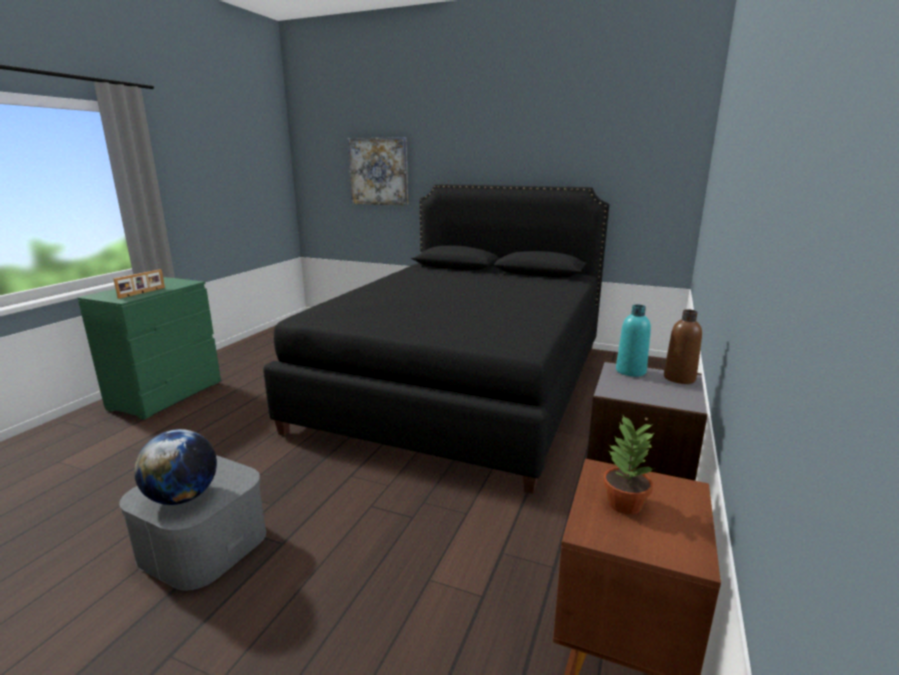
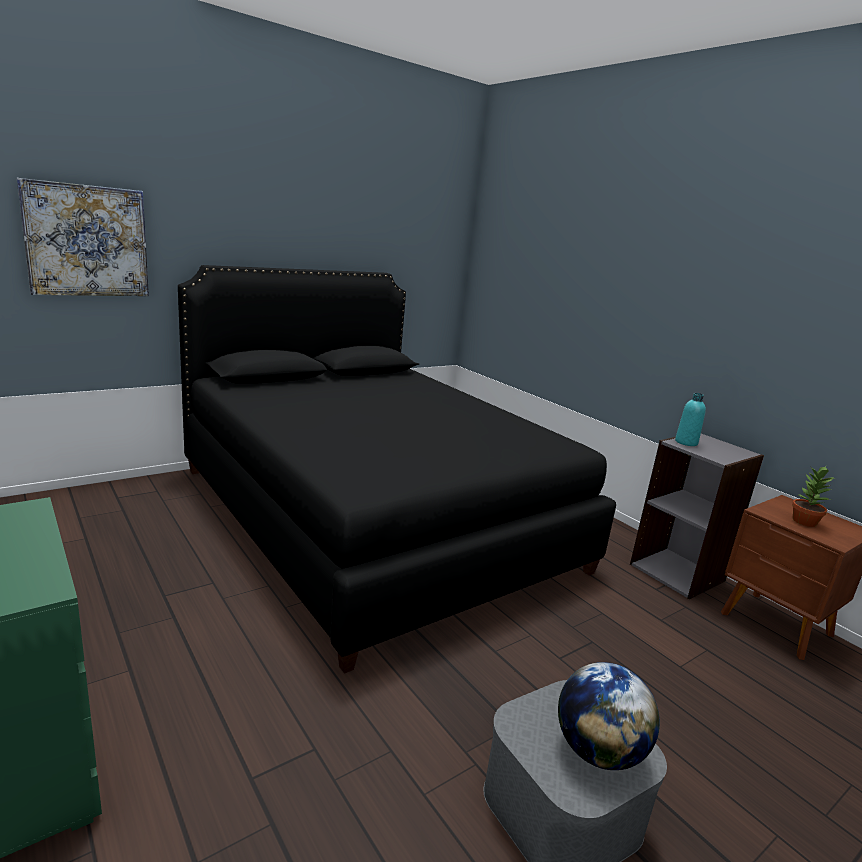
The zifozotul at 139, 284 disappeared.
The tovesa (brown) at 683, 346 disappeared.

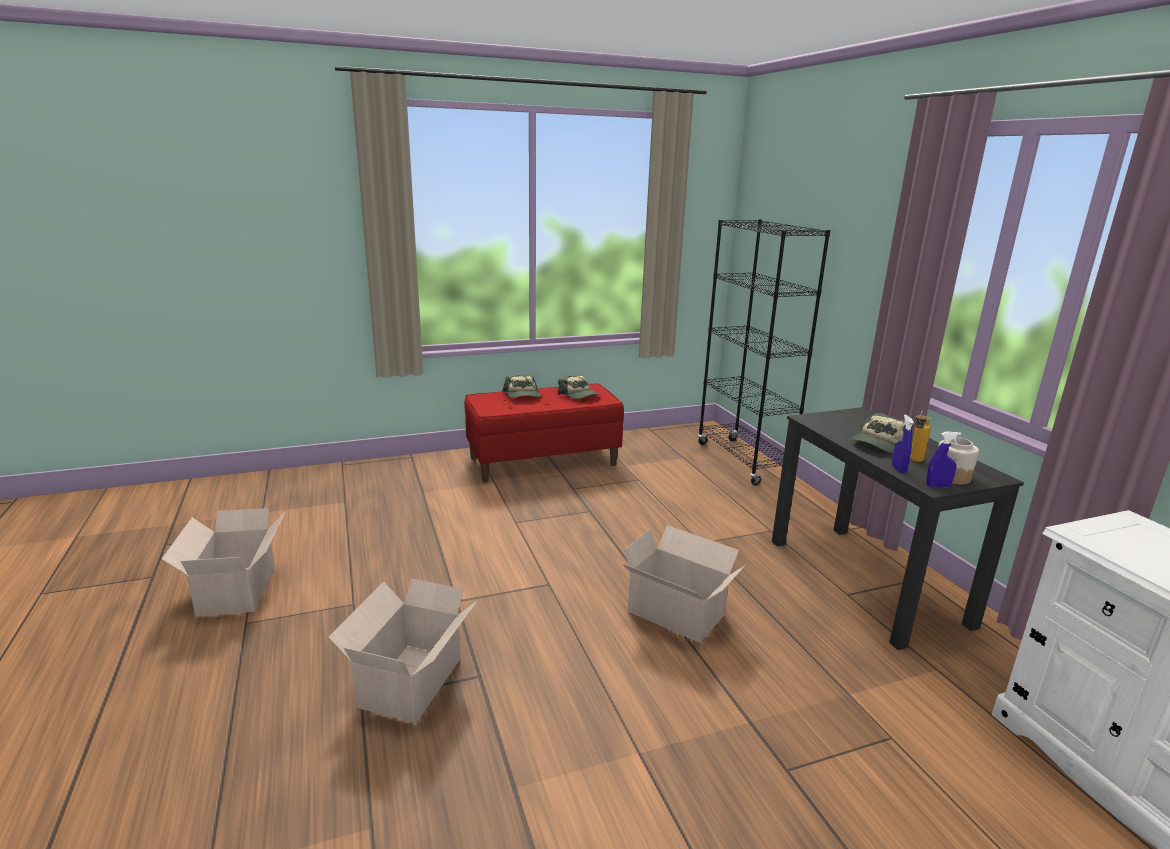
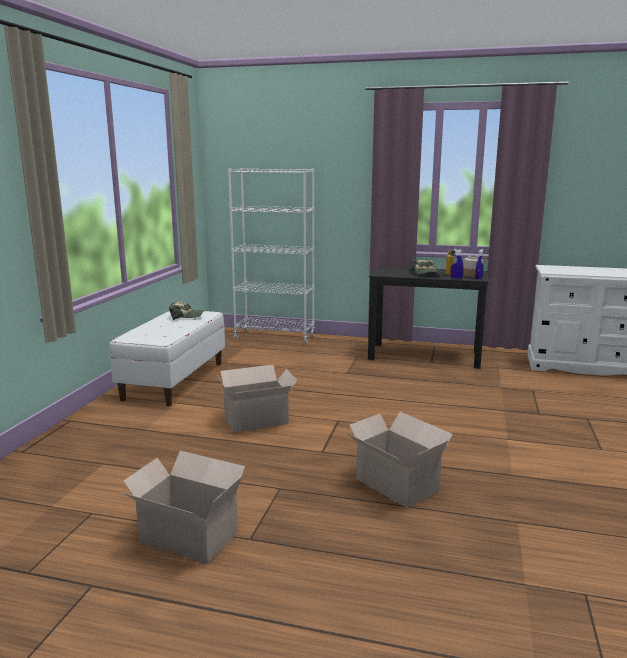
The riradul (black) at 764, 352 became the riradul (white) at 271, 256.
The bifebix at 521, 386 disappeared.
The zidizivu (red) at 544, 433 became the zidizivu (white) at 167, 358.
The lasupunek moved from 683, 584 to 257, 399.

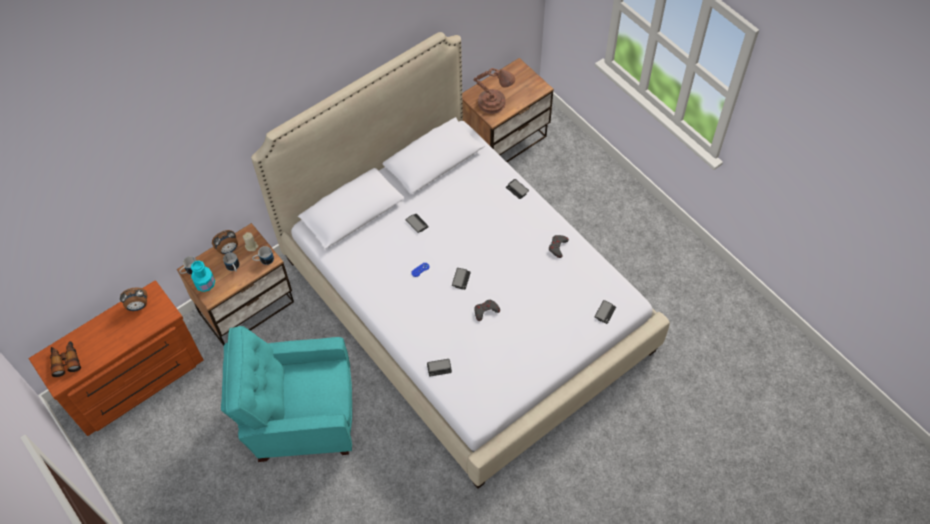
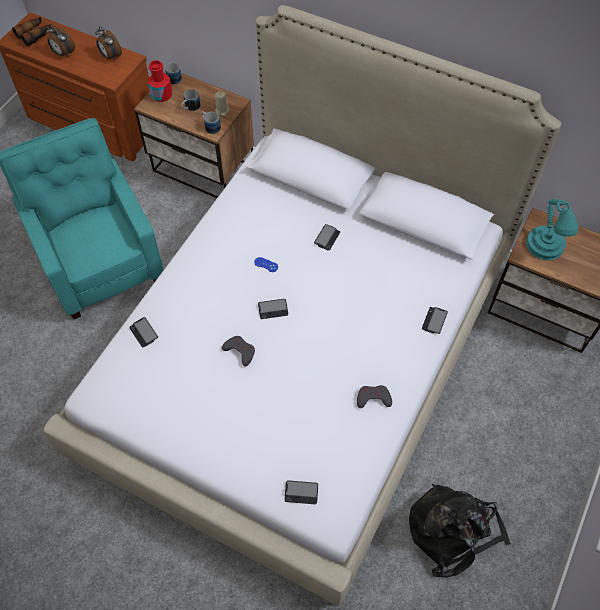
The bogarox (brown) at 494, 91 became the bogarox (turquoise) at 552, 229.
The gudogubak moved from 225, 242 to 60, 40.
The tovesa (turquoise) at 203, 276 became the tovesa (red) at 160, 81.
The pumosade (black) at 460, 531 appeared.

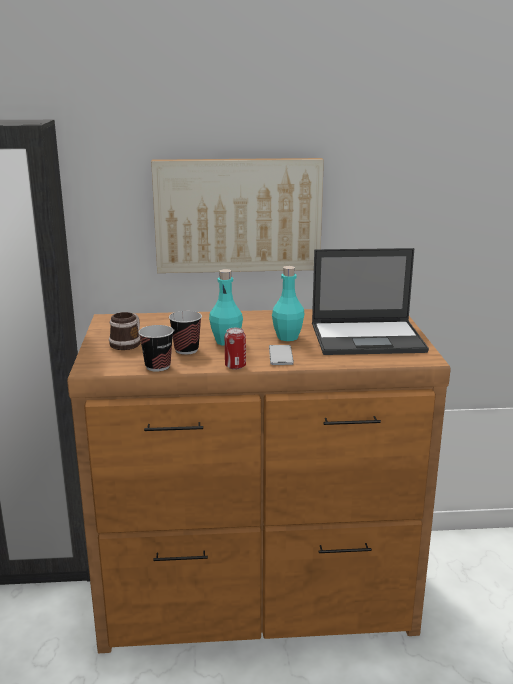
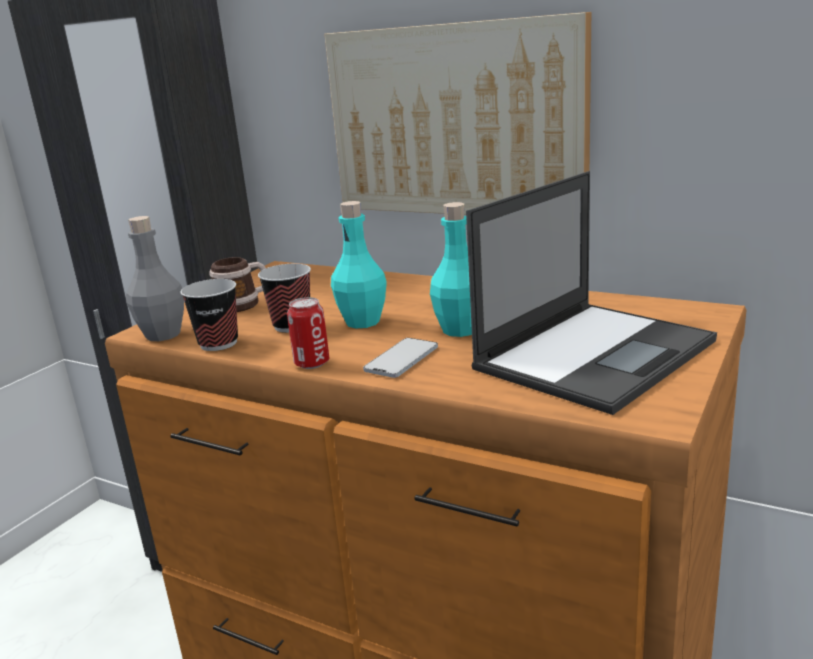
The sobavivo at 370, 301 turned 75 degrees counterclockwise.
The tovesa (grey) at 155, 278 appeared.

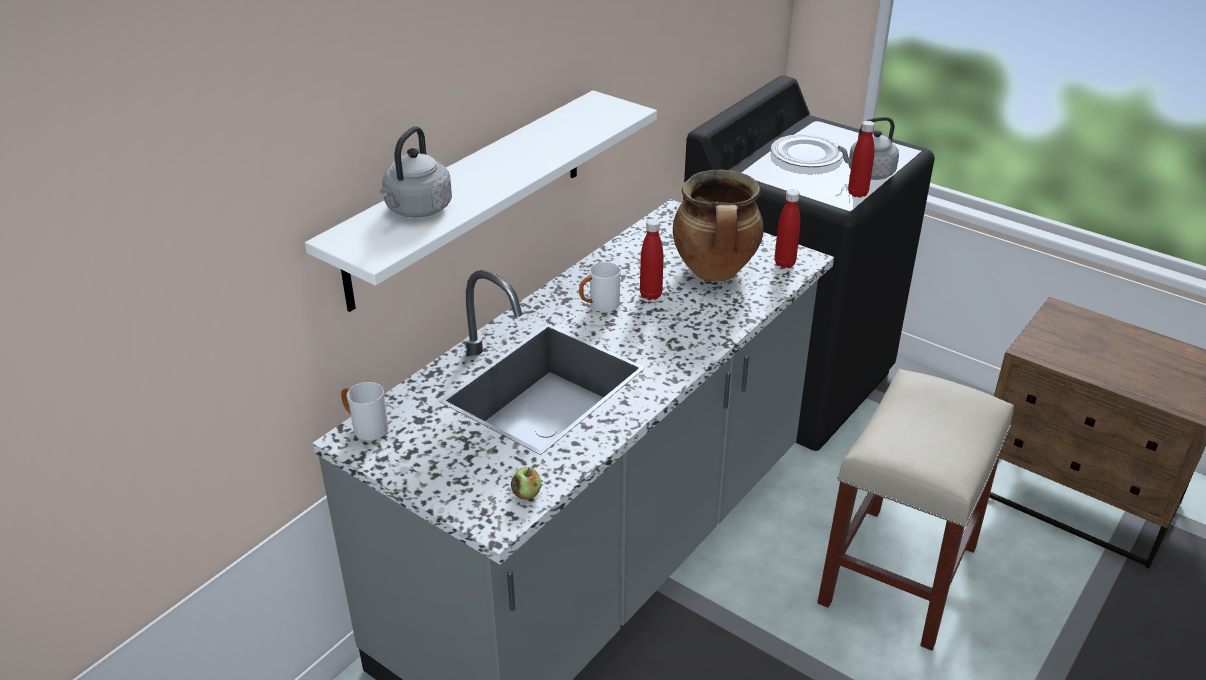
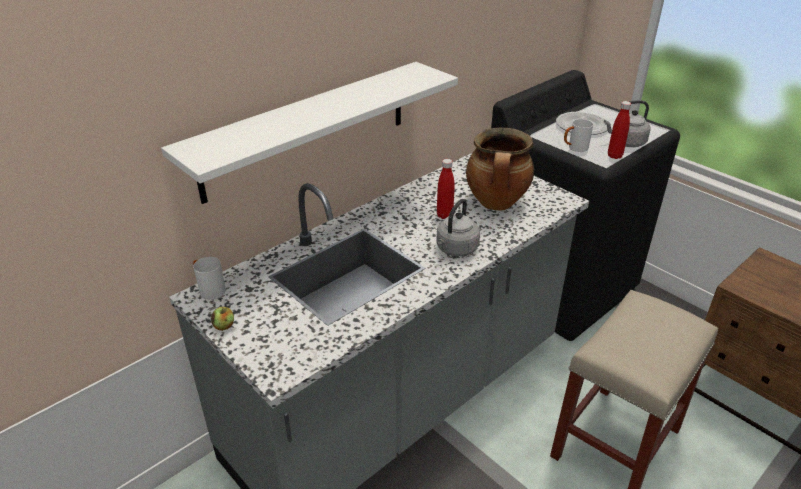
The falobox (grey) moved from 416, 172 to 458, 227.
The tovesa (red) at 787, 229 disappeared.
The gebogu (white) moved from 600, 287 to 578, 135.
The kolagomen moved from 526, 483 to 222, 319.

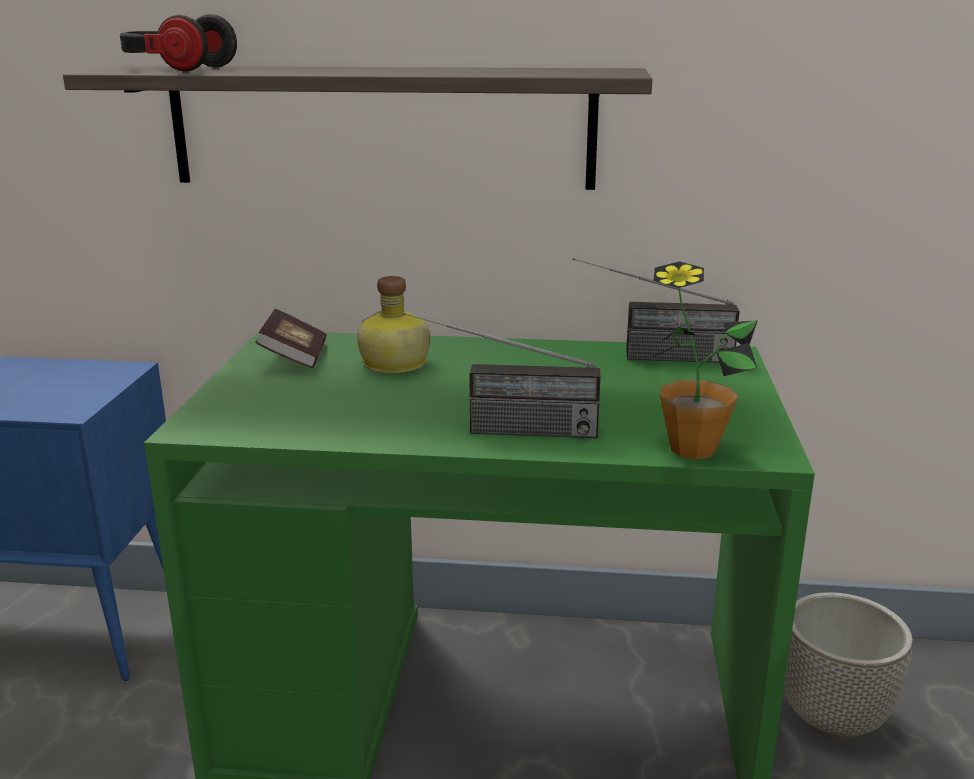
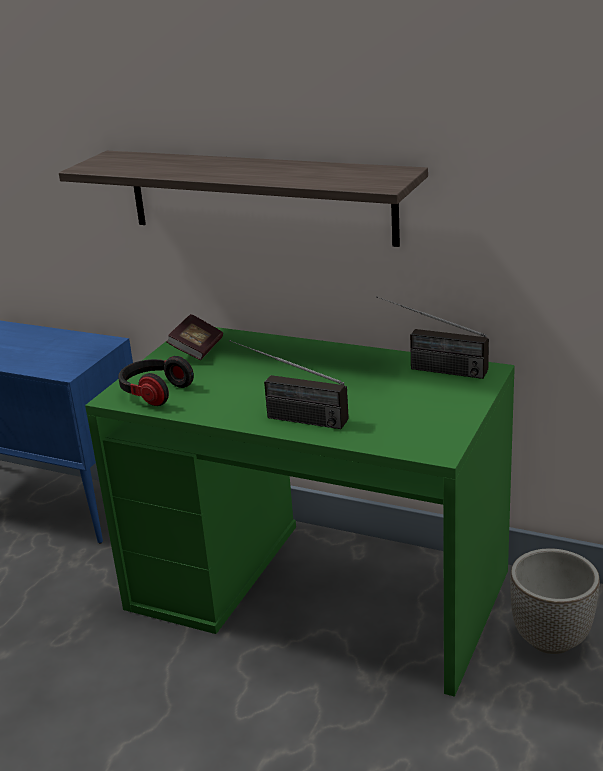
The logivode moved from 178, 43 to 156, 381.
The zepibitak at 704, 360 disappeared.
The tovesa at 393, 325 disappeared.

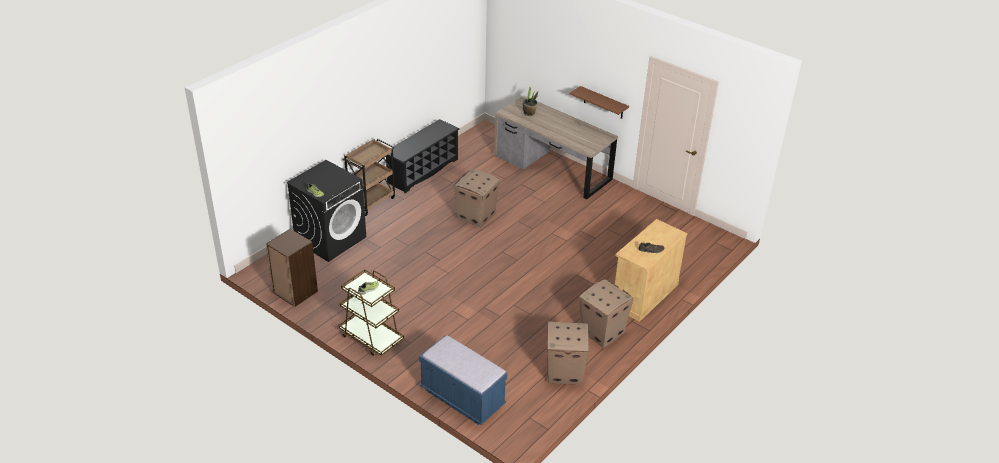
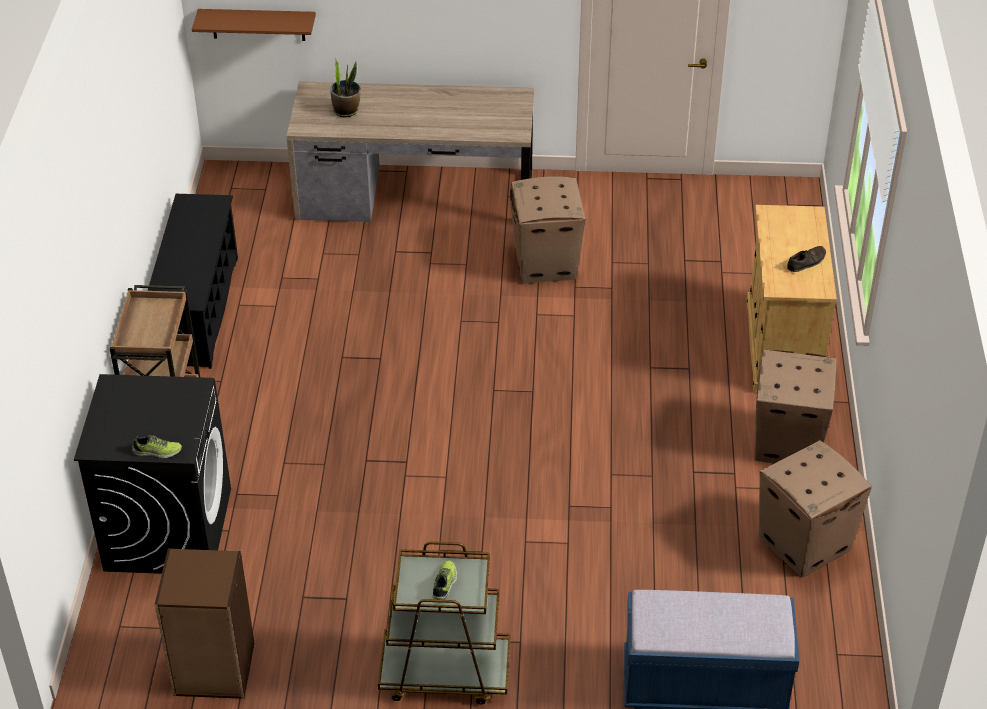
The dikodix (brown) moved from 599, 102 to 254, 25.
The lasupunek moved from 477, 198 to 548, 230.

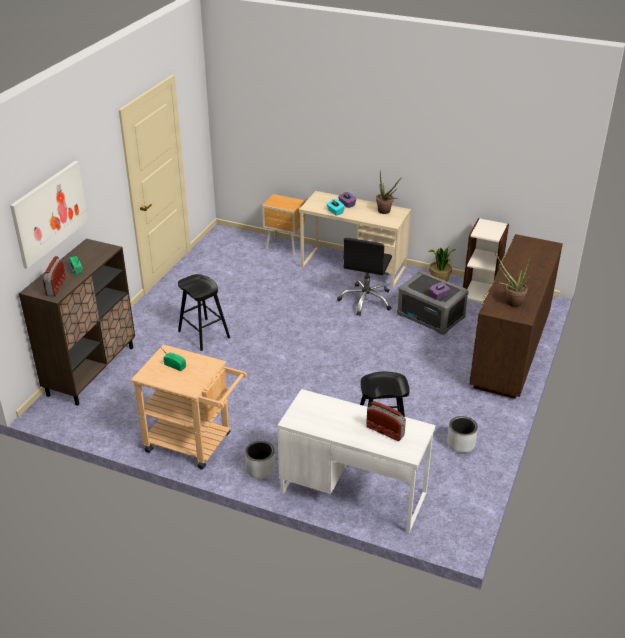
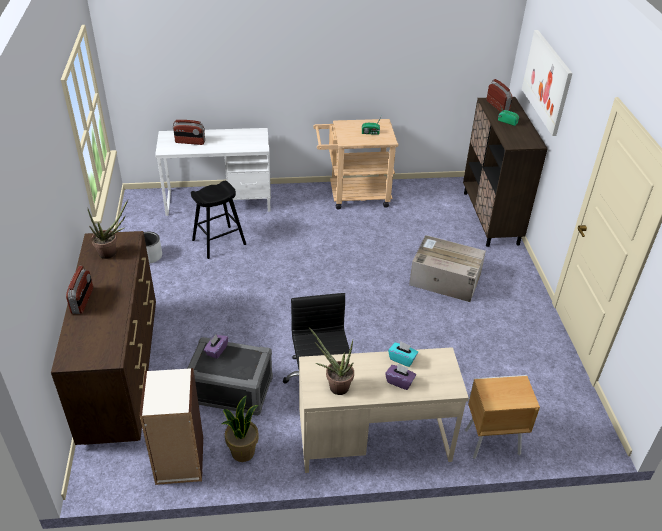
The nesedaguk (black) at 204, 312 was replaced by the lasupunek at 447, 268.
The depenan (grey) at 260, 460 disappeared.
The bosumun at 79, 290 appeared.

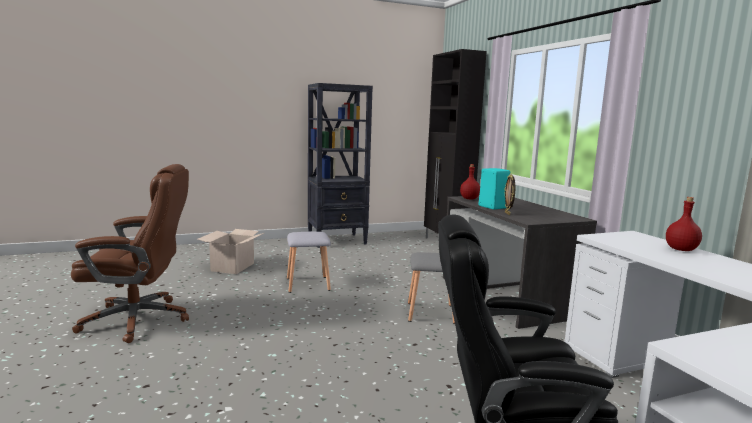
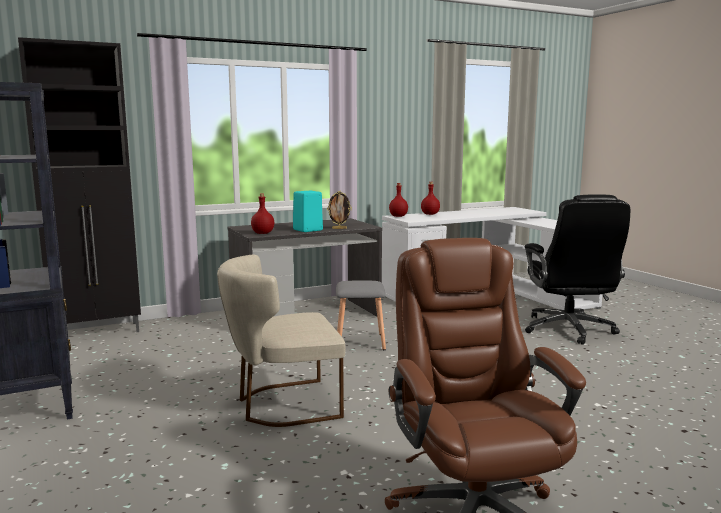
The lasupunek at 230, 251 disappeared.
The nesedaguk (grey) at 309, 262 was replaced by the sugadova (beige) at 281, 341.
The tovesa (red) at 398, 200 appeared.

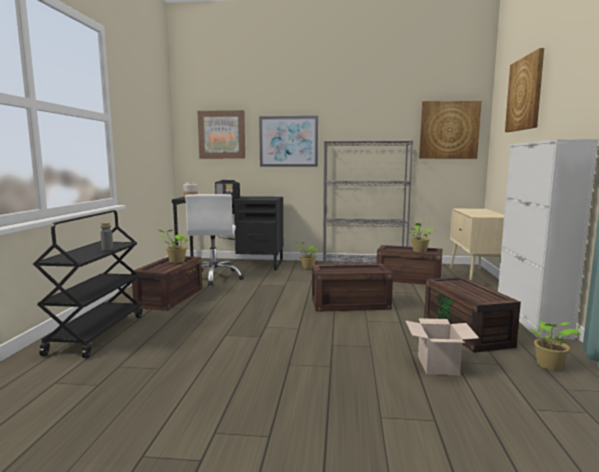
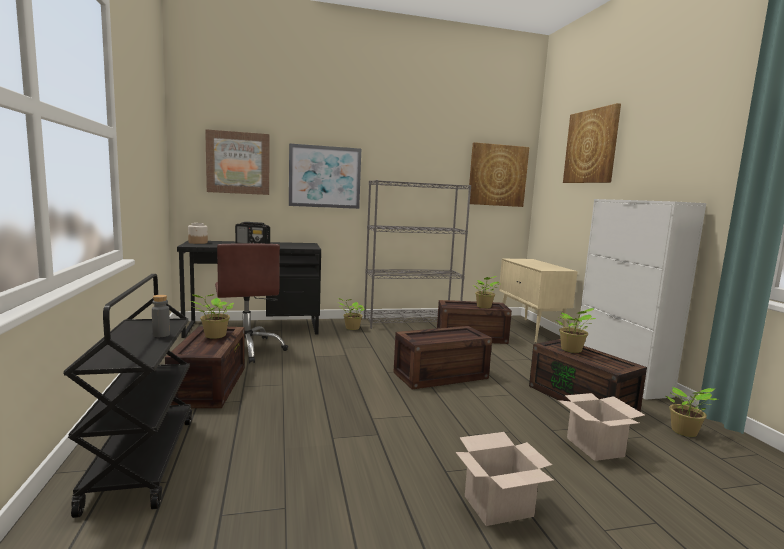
The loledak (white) at 214, 240 became the loledak (brown) at 251, 303.
The zepibitak at 576, 330 appeared.
The lasupunek at 505, 479 appeared.

